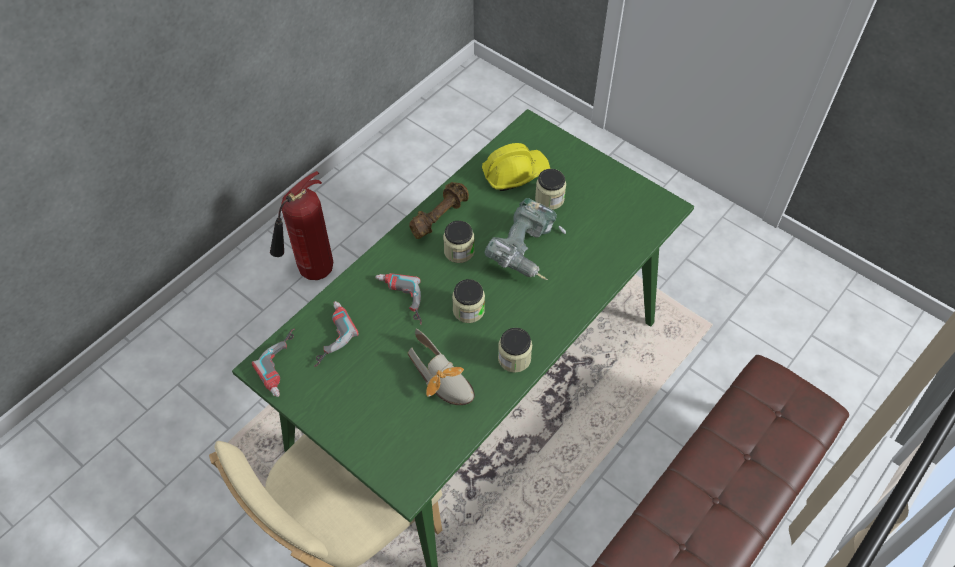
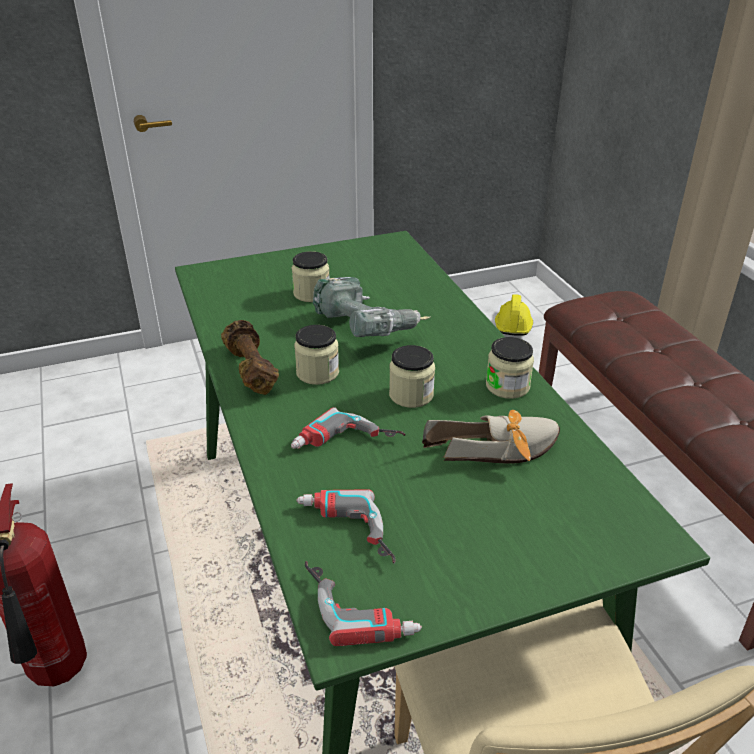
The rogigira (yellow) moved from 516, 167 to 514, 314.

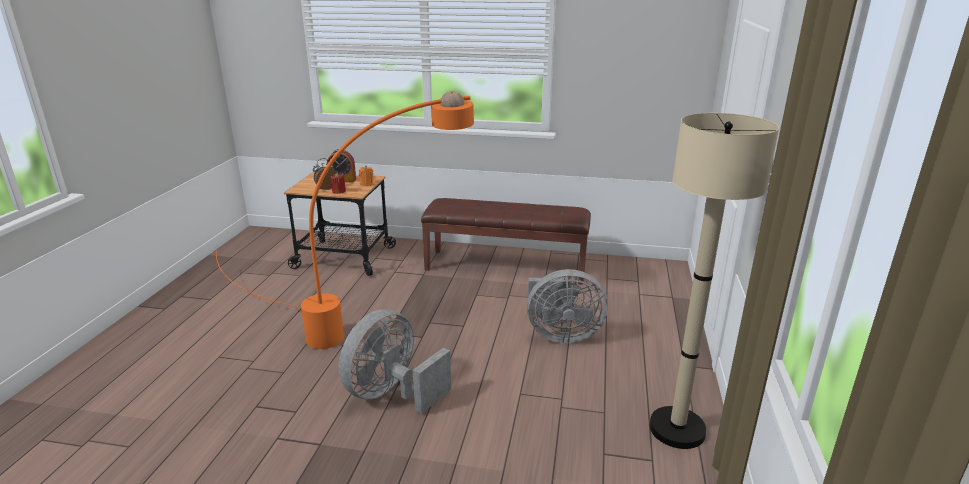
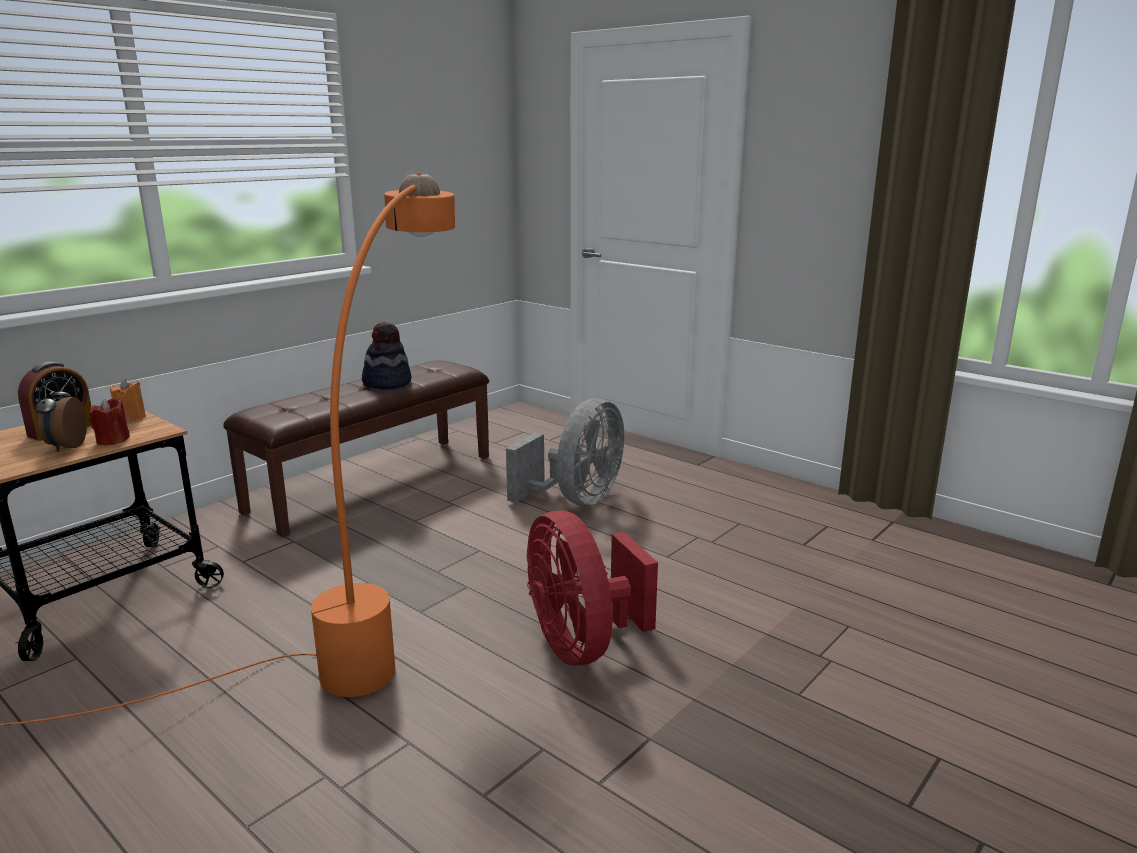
The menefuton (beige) at 714, 281 disappeared.
The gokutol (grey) at 395, 361 became the gokutol (red) at 592, 587.
The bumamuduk at 387, 355 appeared.

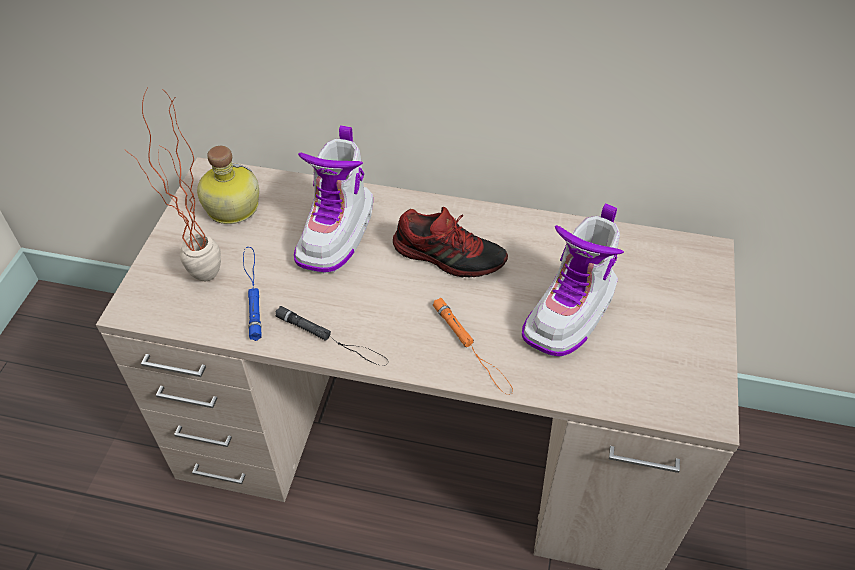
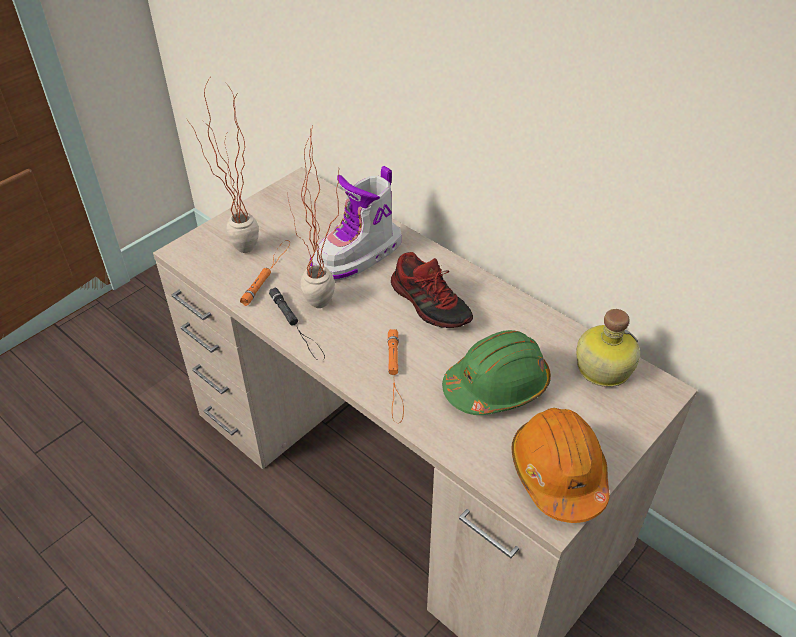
The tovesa moved from 228, 185 to 608, 348.
The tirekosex at 573, 280 was replaced by the rogigira (green) at 496, 372.
The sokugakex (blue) at 252, 294 became the sokugakex (orange) at 265, 273.
The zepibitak at 313, 216 appeared.
The rogigira (orange) at 560, 465 appeared.

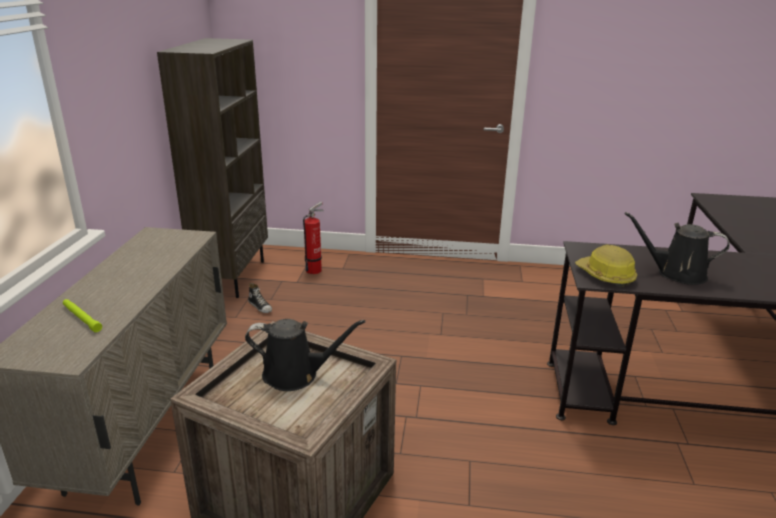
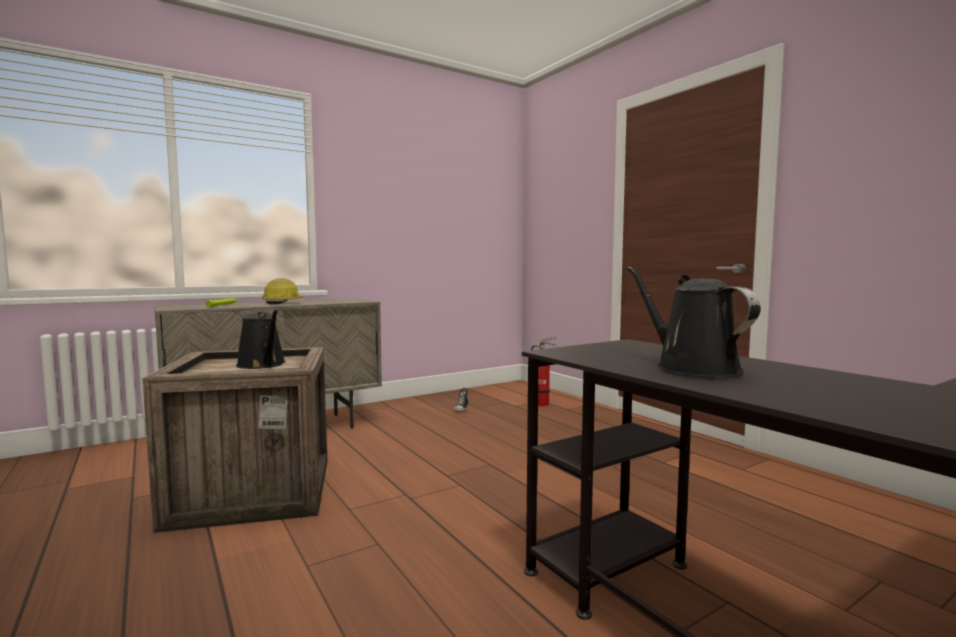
The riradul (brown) at 212, 168 disappeared.
The rogigira moved from 606, 265 to 283, 291.

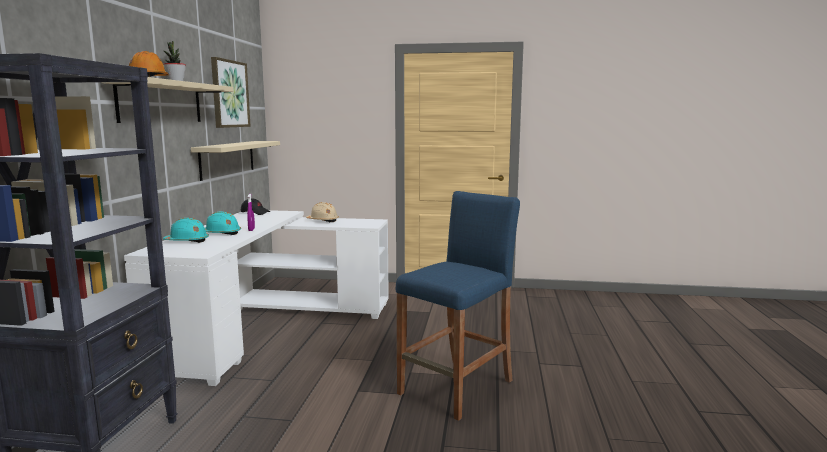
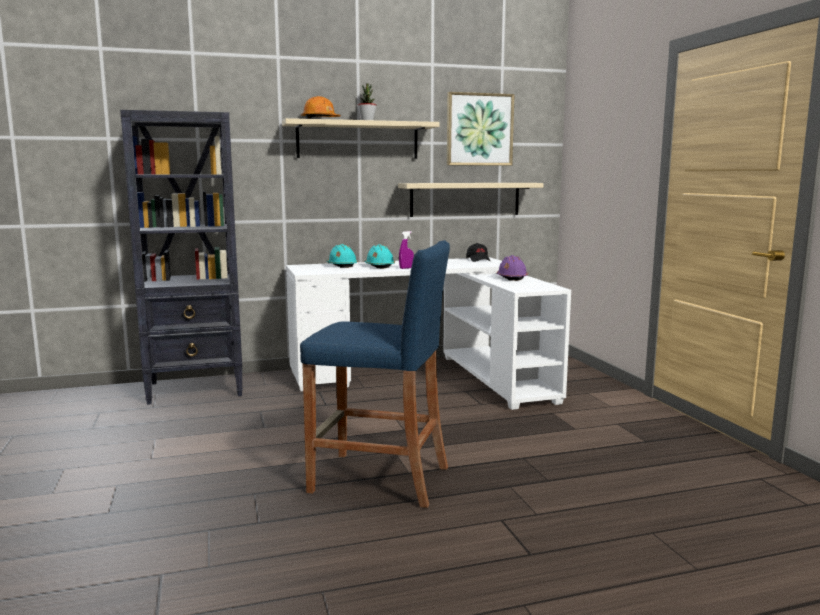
The rogigira (beige) at 322, 212 became the rogigira (purple) at 512, 268.

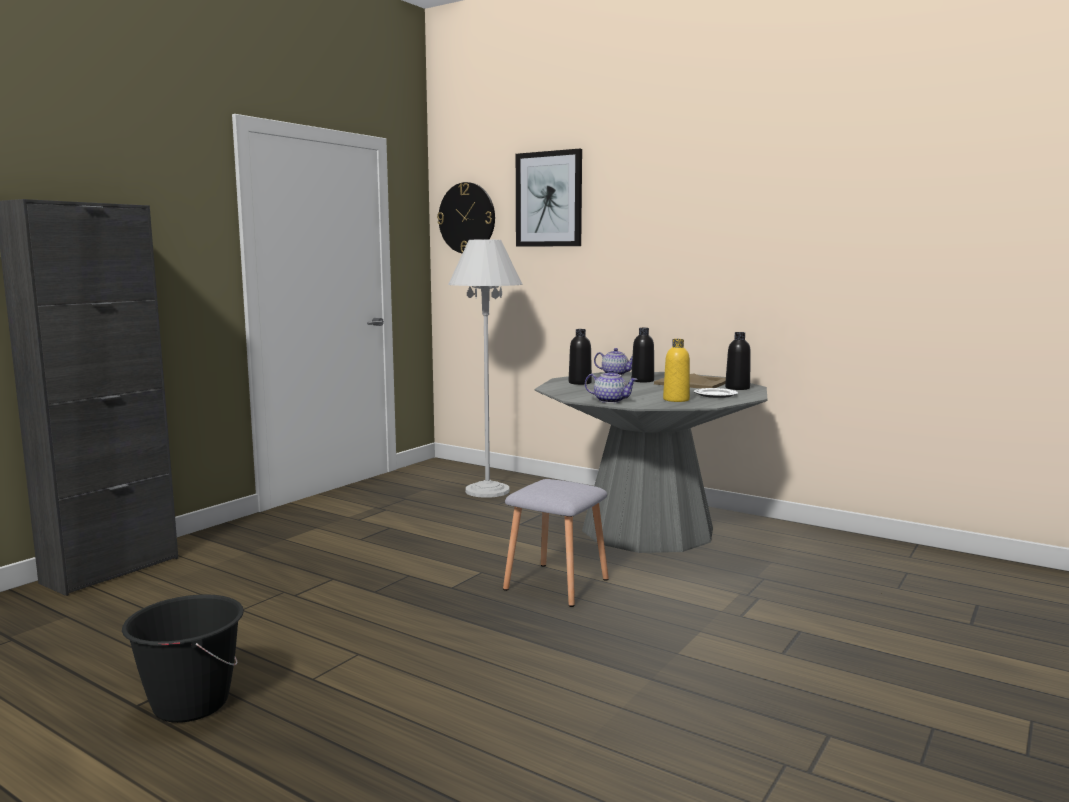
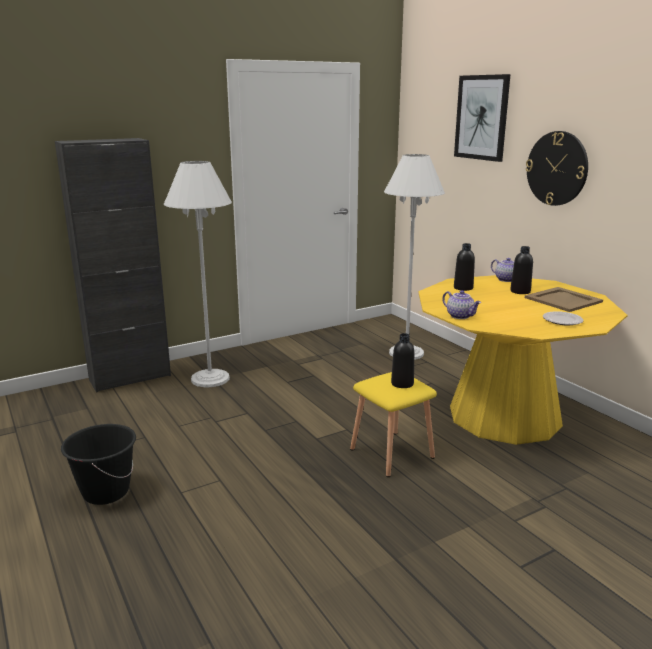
The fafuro moved from 466, 217 to 556, 168.
The tovesa (black) moved from 738, 361 to 402, 360.
The tovesa (yellow) at 676, 370 disappeared.
The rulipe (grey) at 651, 462 became the rulipe (yellow) at 523, 360.
The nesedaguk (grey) at 556, 543 became the nesedaguk (yellow) at 393, 424.
The menefuton (white) at 198, 274 appeared.

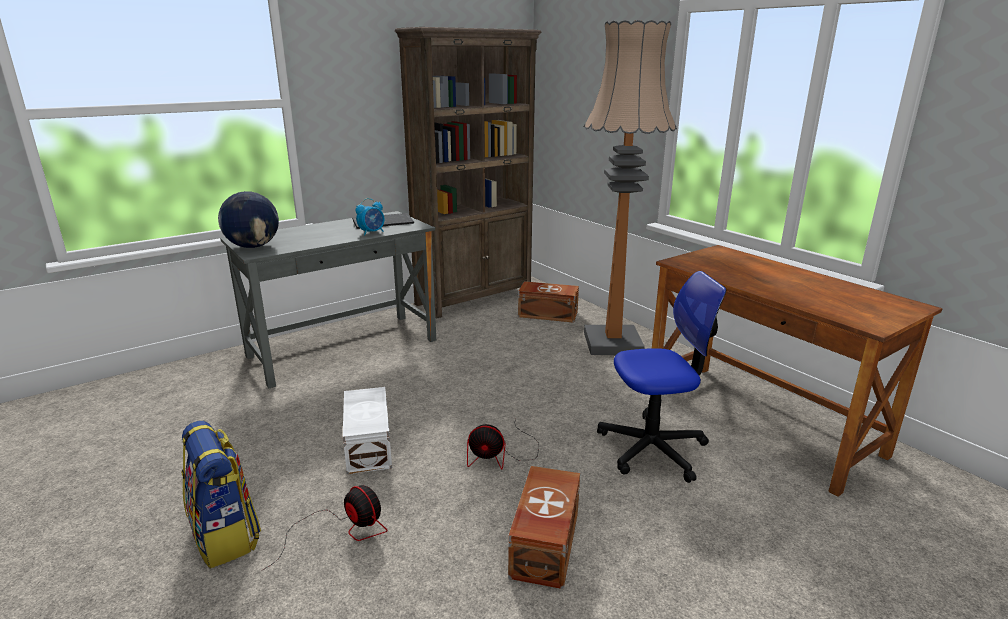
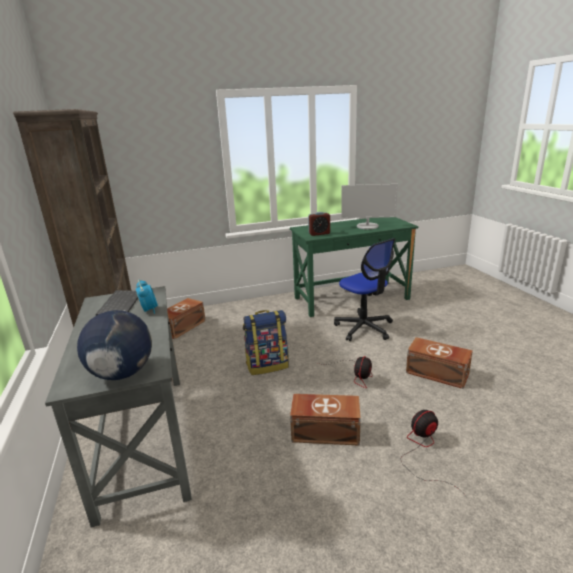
The menefuton at 630, 187 disappeared.
The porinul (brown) at 797, 371 became the porinul (green) at 354, 267.
The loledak at 661, 377 turned 135 degrees clockwise.
The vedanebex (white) at 367, 430 became the vedanebex (brown) at 325, 420.
The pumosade moved from 221, 495 to 266, 342.
The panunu at 369, 206 appeared.
The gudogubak at 319, 224 appeared.

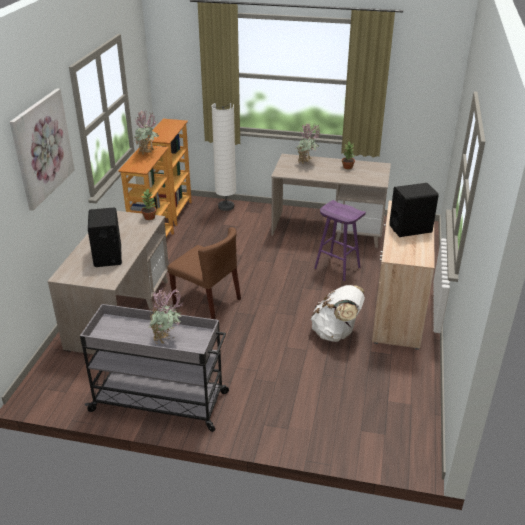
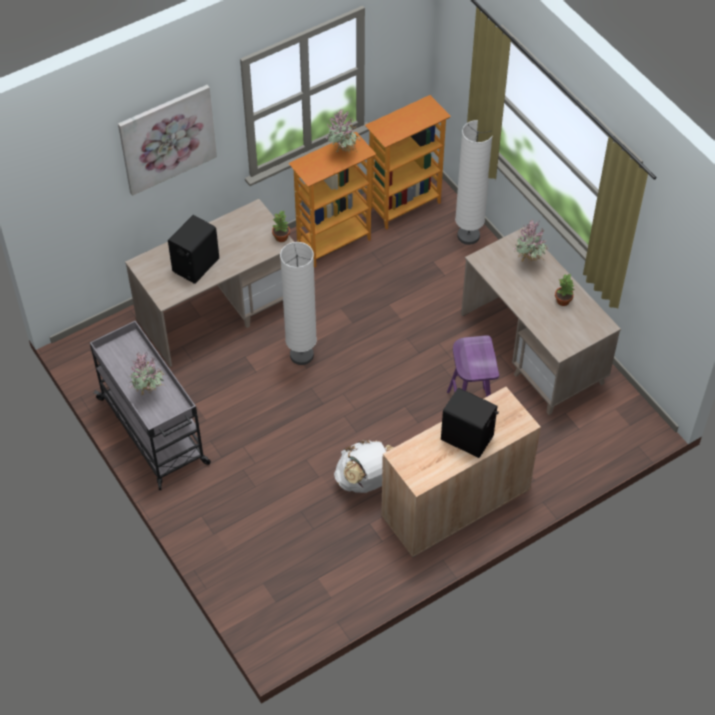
The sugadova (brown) at 204, 273 was replaced by the menefuton (white) at 298, 303.

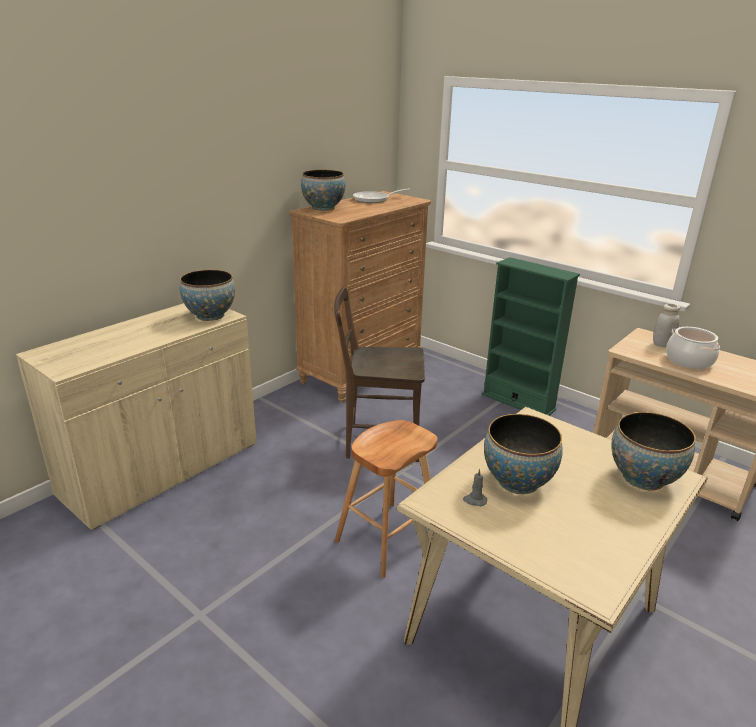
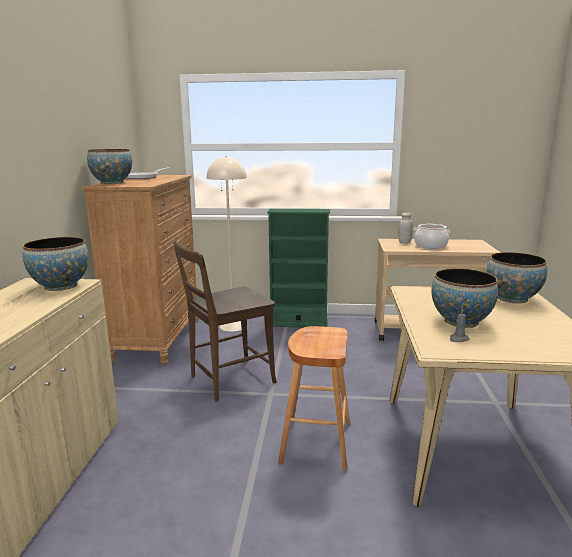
The menefuton (beige) at 227, 244 appeared.

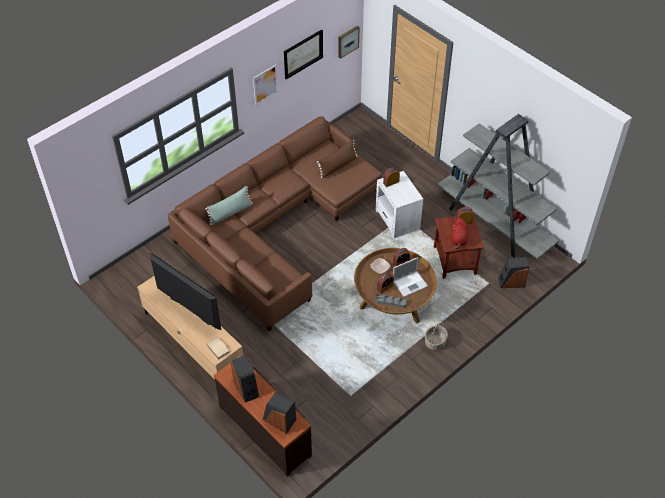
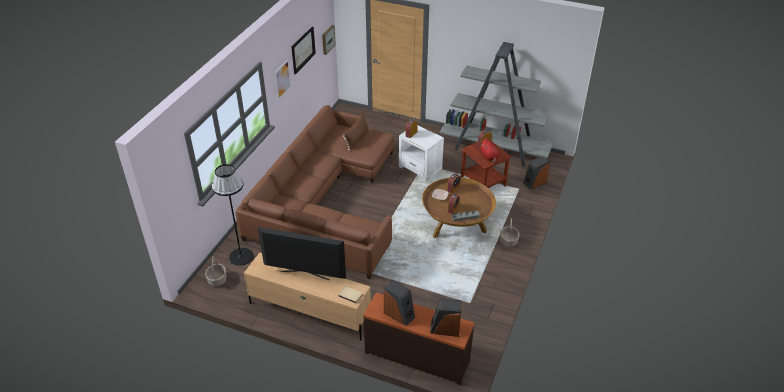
The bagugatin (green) at 228, 205 disappeared.
The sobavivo at 410, 277 disappeared.
The menefuton (black) at 233, 215 appeared.
The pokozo at 216, 271 appeared.

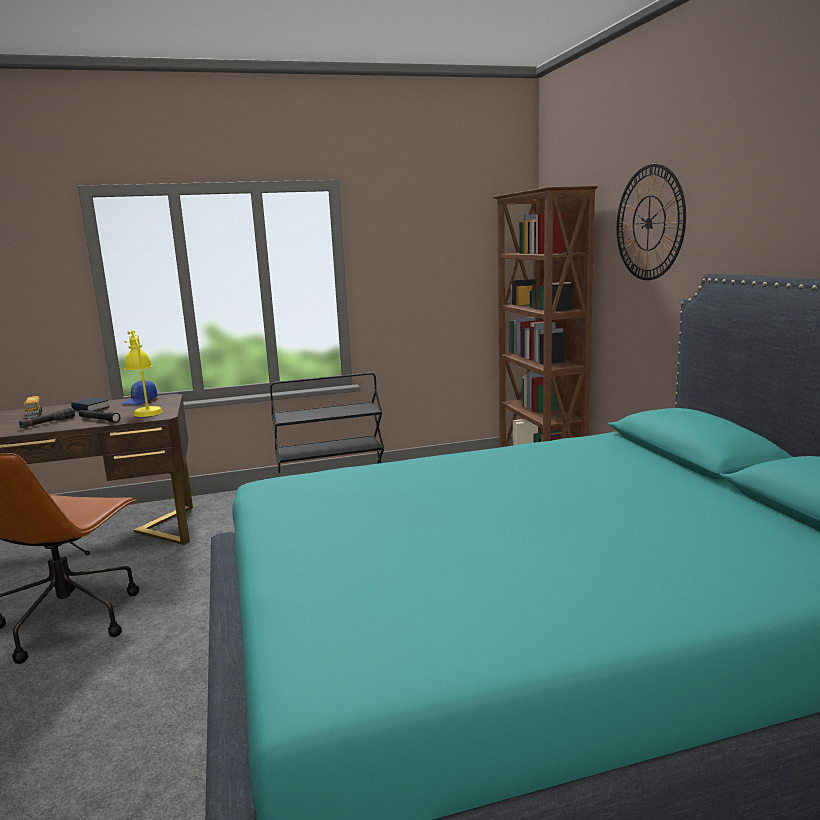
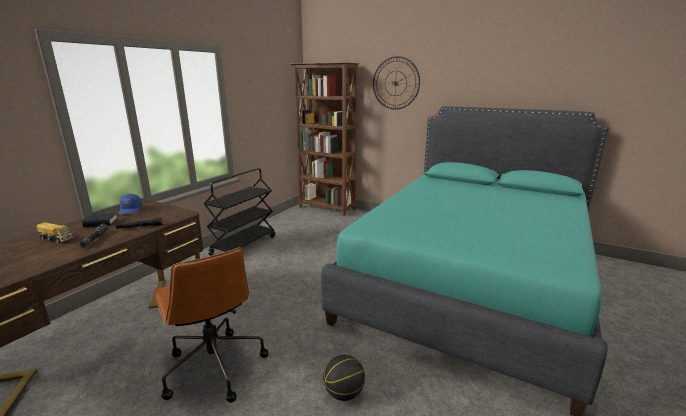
The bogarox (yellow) at 143, 373 disappeared.
The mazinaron at 344, 378 appeared.

